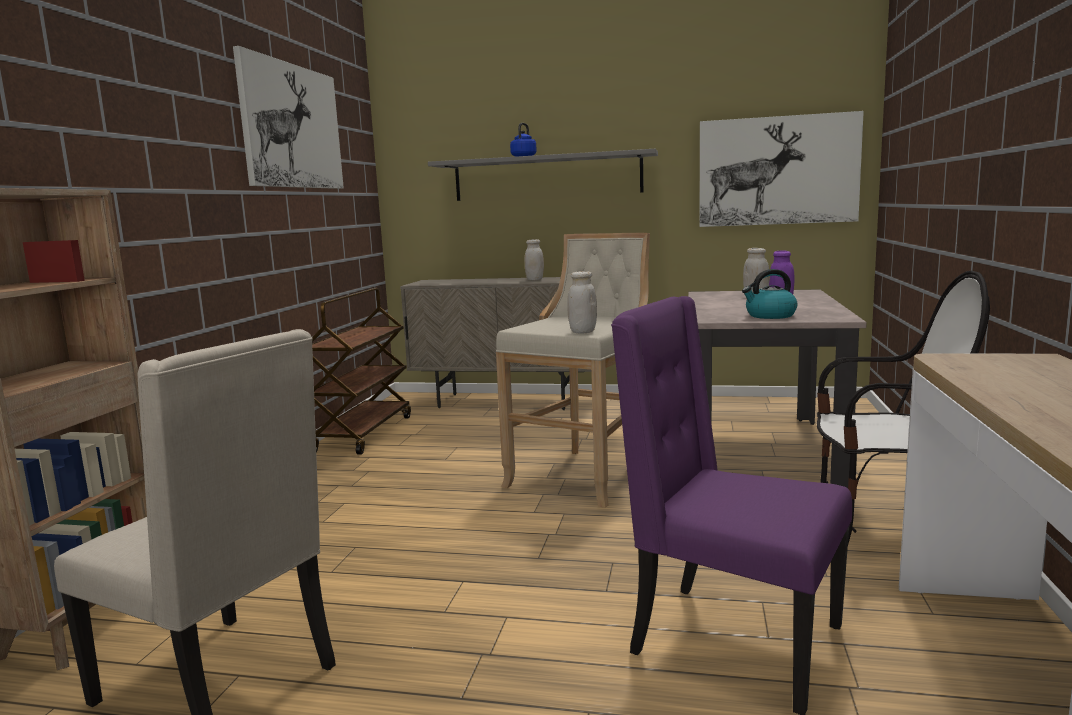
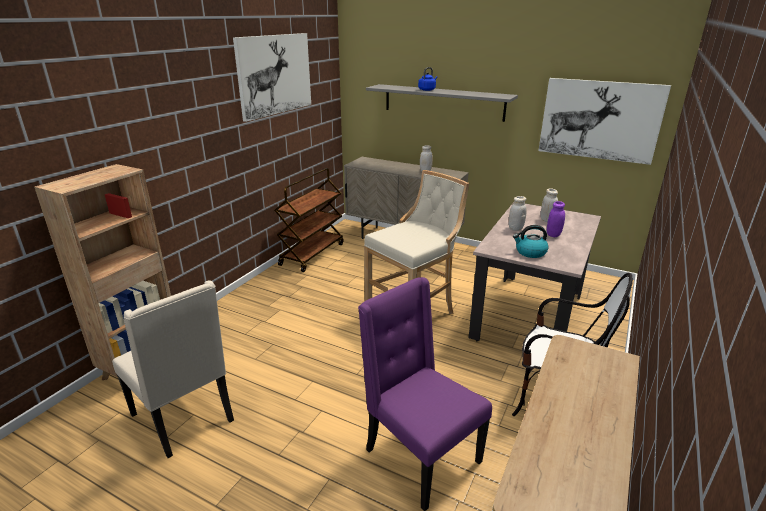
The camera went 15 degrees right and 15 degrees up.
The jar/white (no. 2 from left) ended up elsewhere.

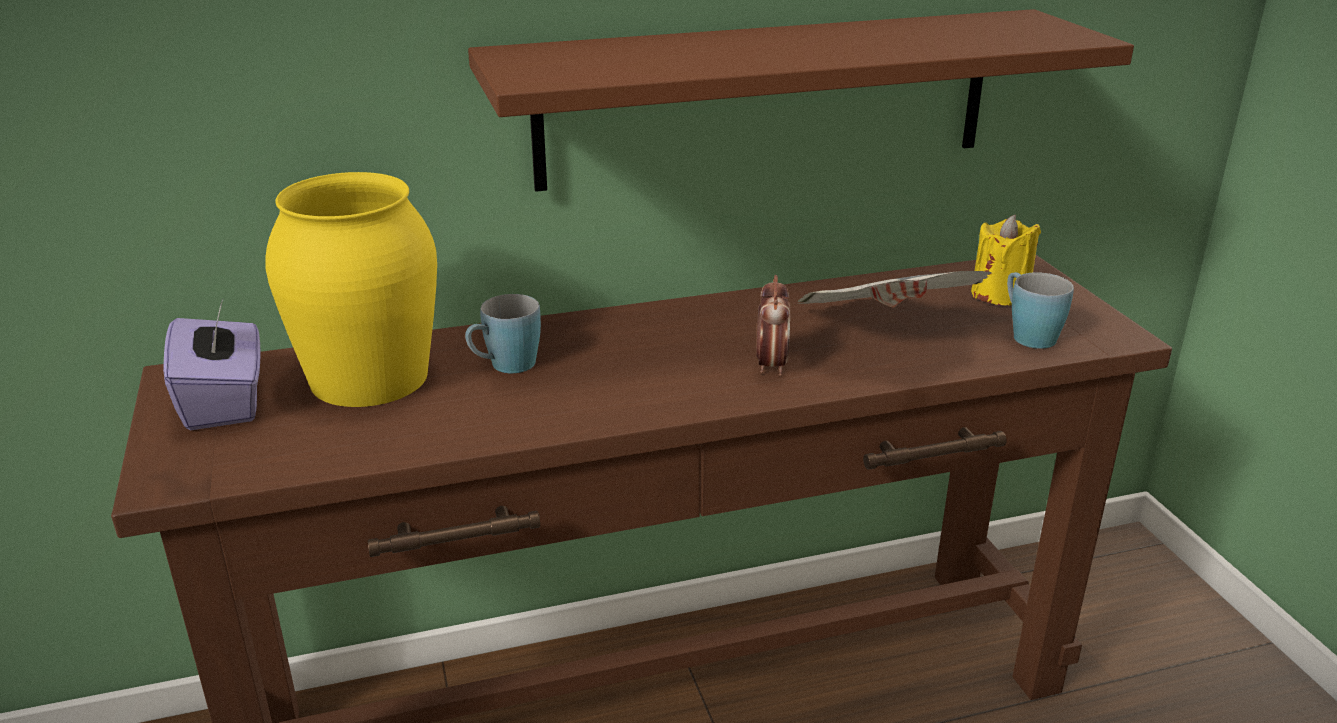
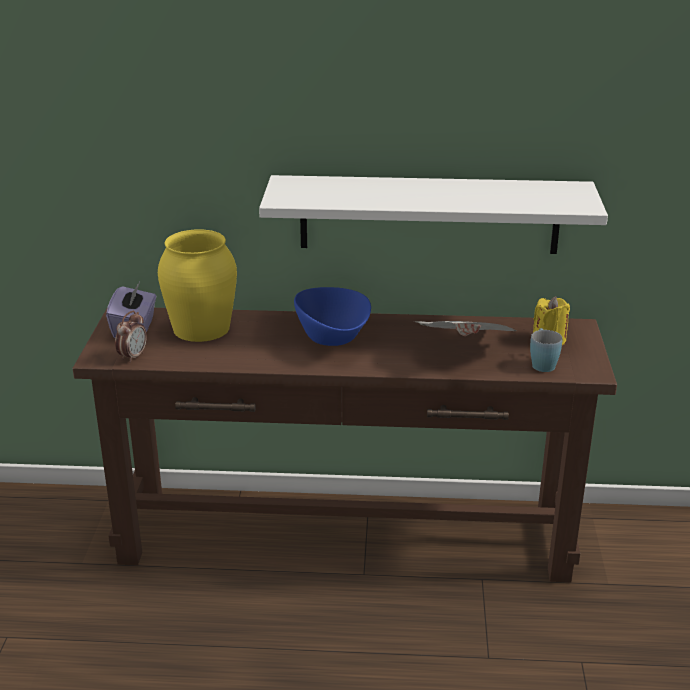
The camera went 20 degrees right and 0 degrees up.
The alarm clock ended up elsewhere.
What was the shelf/brown turned into the shelf/white.
The second view gained the bowl/blue.
The second view lost the mug/blue (no. 1 from left).

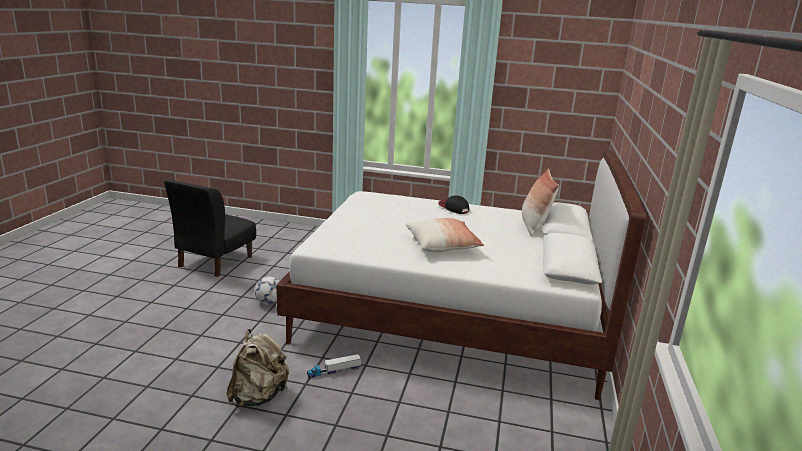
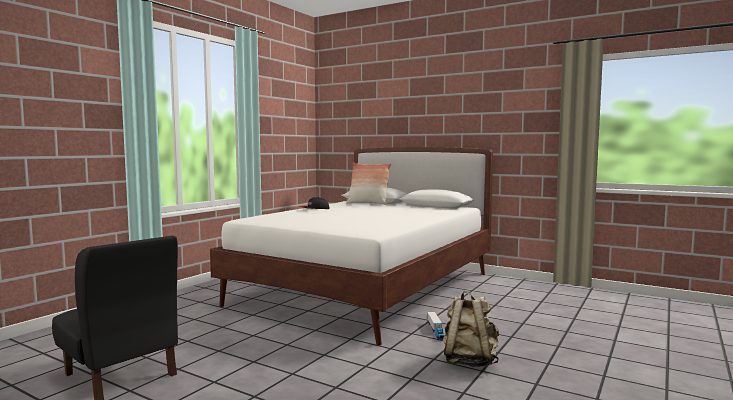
The camera went 70 degrees left and 15 degrees down.
The second view lost the football.
The second view lost the pillow (no. 1 from left).

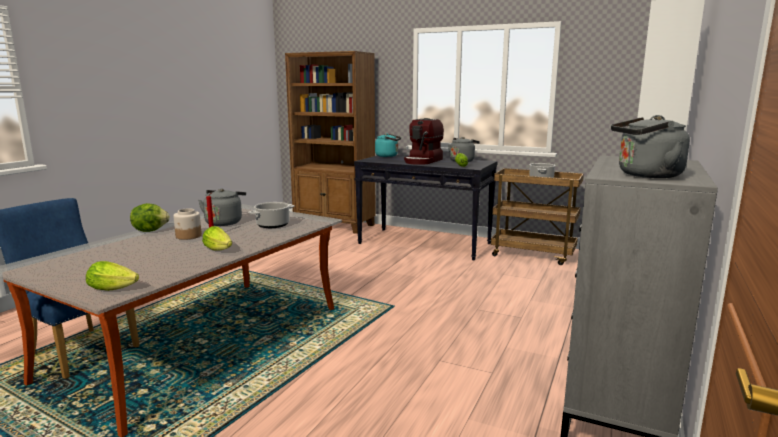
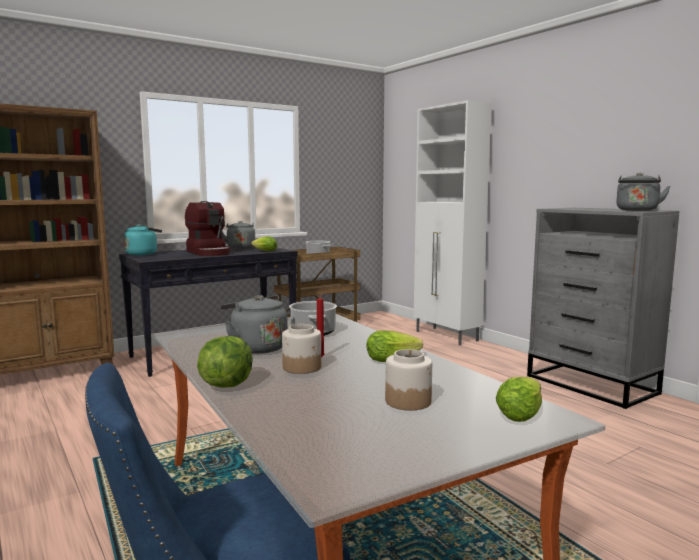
The camera went 60 degrees left and 5 degrees down.
The second view gained the jar (no. 2 from left).

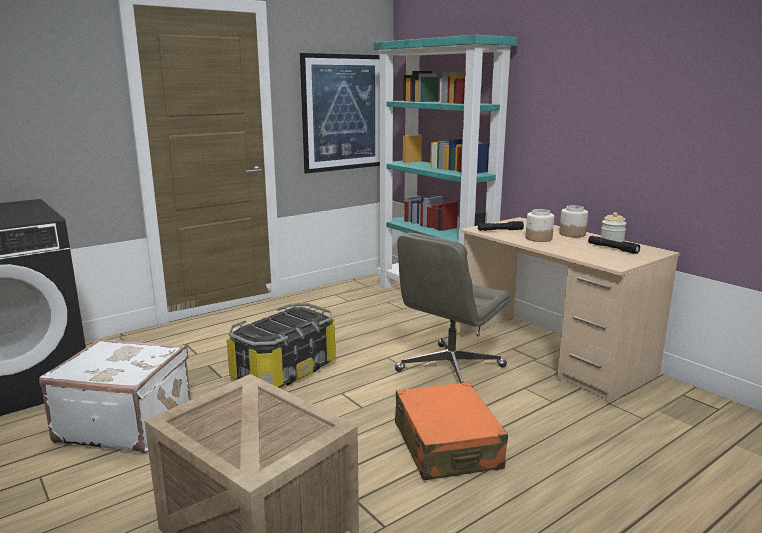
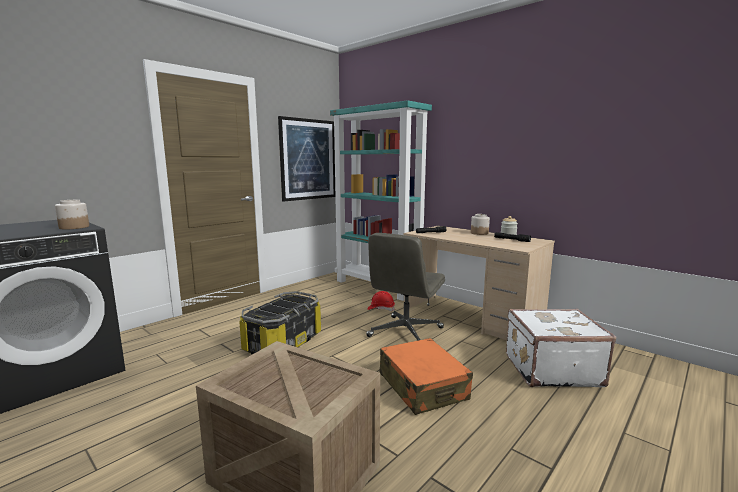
The camera went 10 degrees left and 5 degrees down.
The jar (no. 1 from left) ended up elsewhere.
The second view gained the hard hat/red.
The suitcase/white ended up elsewhere.

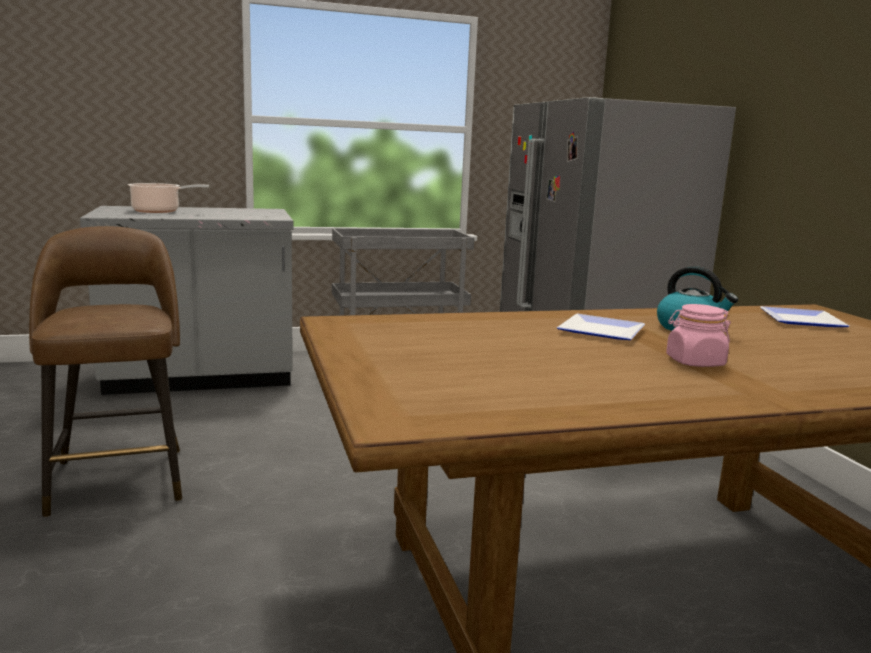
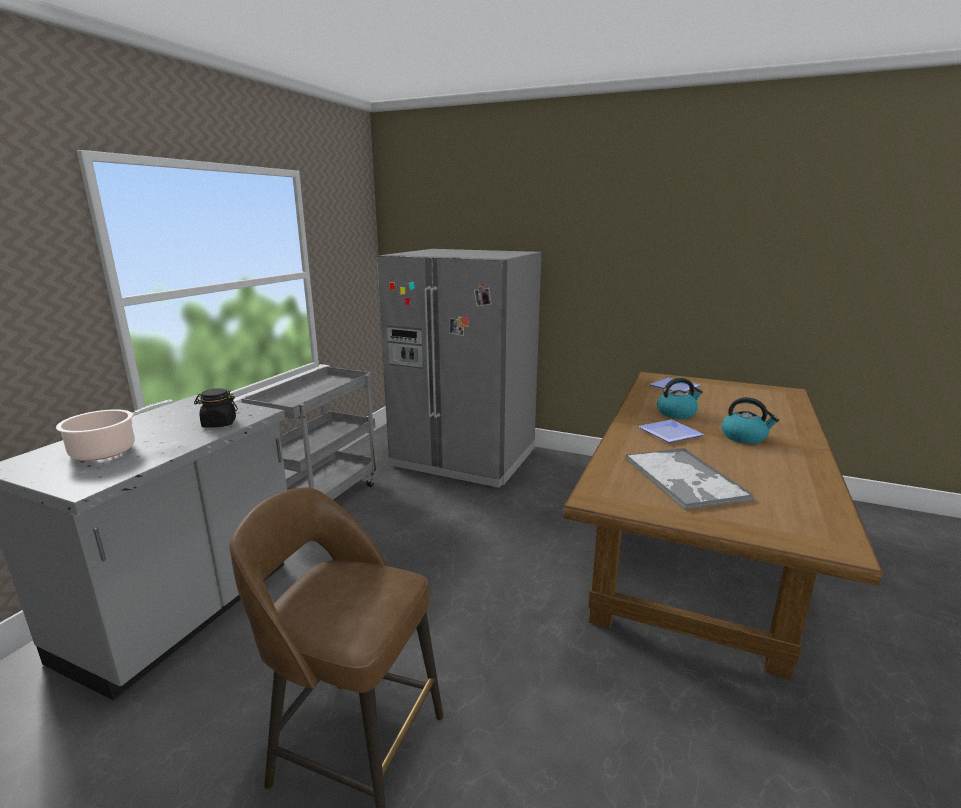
The camera went 50 degrees left and 5 degrees up.
The second view gained the jar/black.
The second view gained the tray.
Where the jar/pink stood, the kettle (no. 2 from left) came to stand.

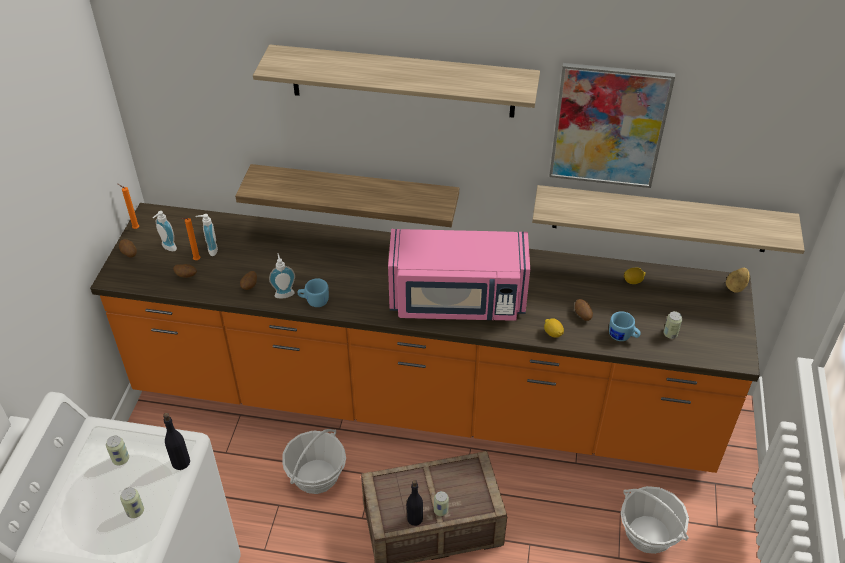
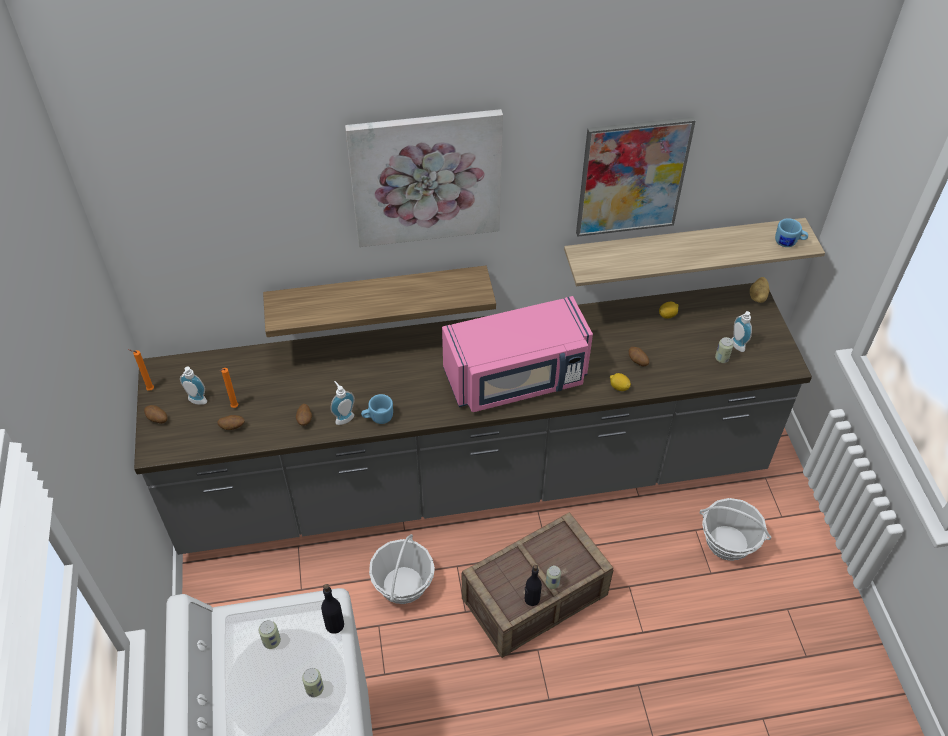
The camera went 20 degrees left and 5 degrees up.
What was the counter/orange turned into the counter/grey.
Where the shelf (no. 2 from left) hung, the picture (no. 1 from left) came to hang.
The soap dispenser (no. 2 from left in the first image) ended up elsewhere.
The mug/blue (no. 2 from left) ended up elsewhere.

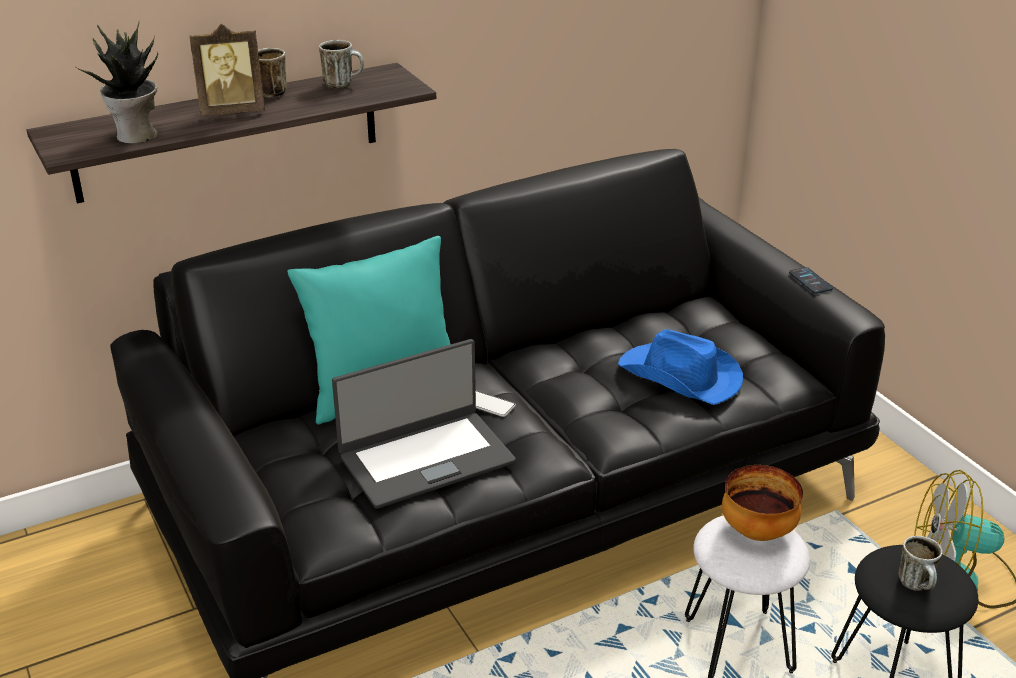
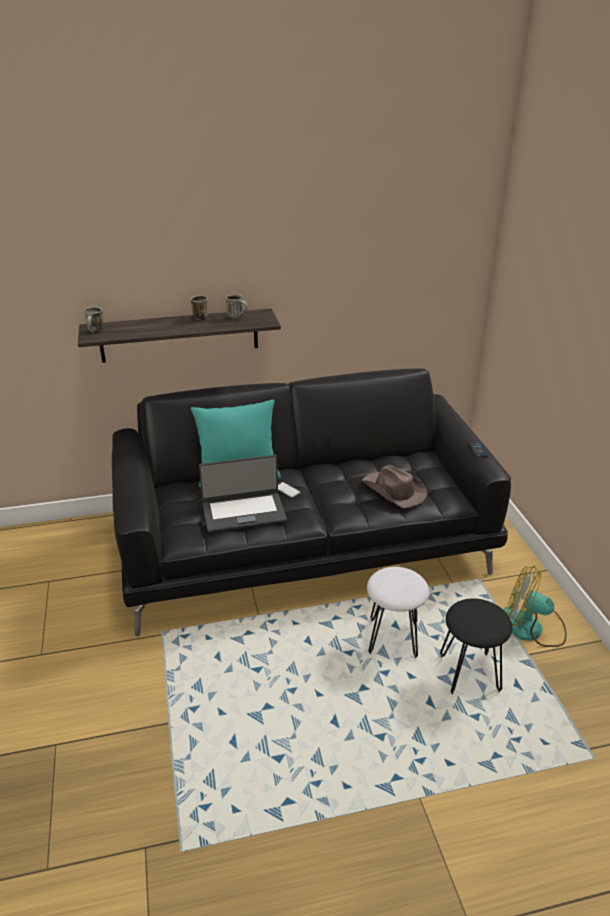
The camera went 15 degrees right and 0 degrees up.
The mug (no. 3 from left in the first image) ended up elsewhere.
What was the hat/blue turned into the hat/brown.
The second view lost the potted plant.
The second view lost the picture frame.
The second view lost the bowl.

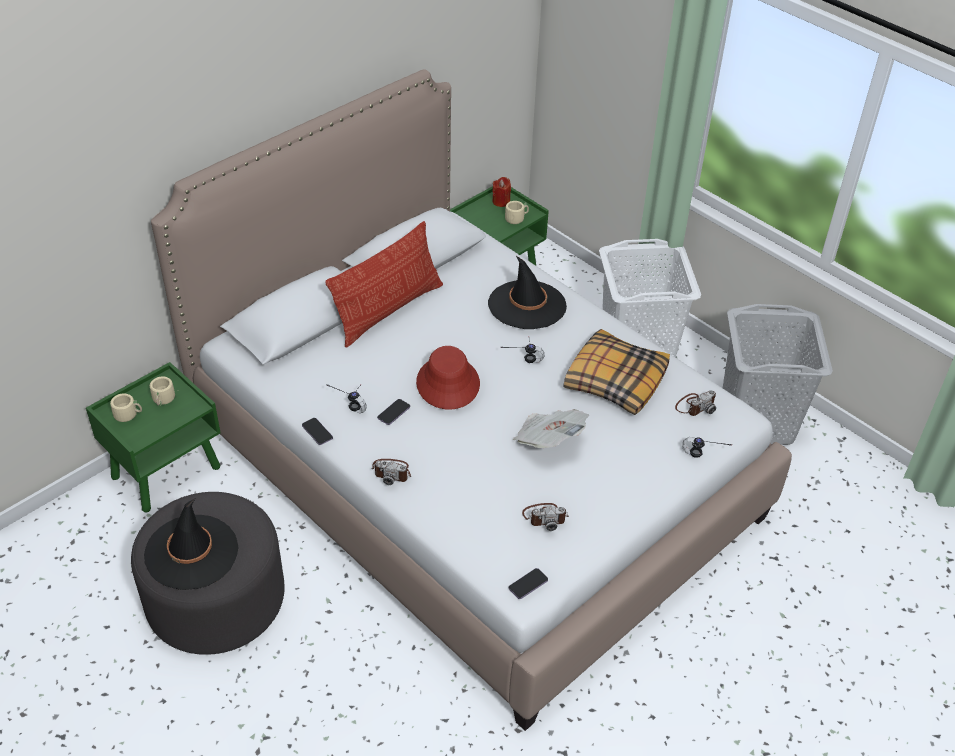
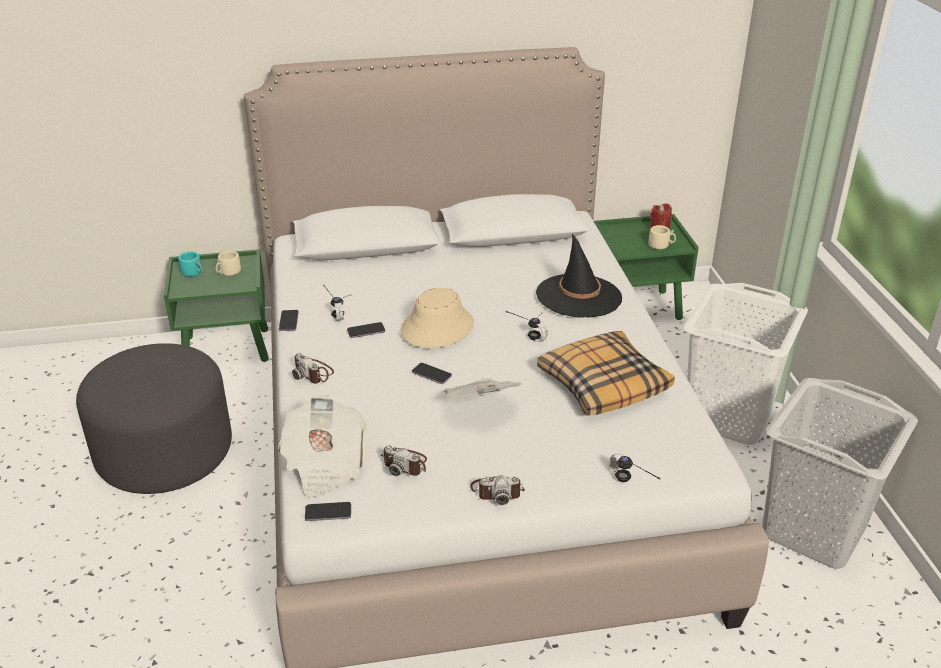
The camera went 35 degrees right and 10 degrees down.
What was the mug/beige (no. 1 from left) turned into the mug/turquoise.
The second view gained the newspaper (no. 1 from left).
What was the hat/red turned into the hat/beige.
The second view gained the phone (no. 4 from left).
The photo camera (no. 3 from left) ended up elsewhere.
The second view lost the hat/black (no. 1 from left).
The second view lost the pillow (no. 1 from left).

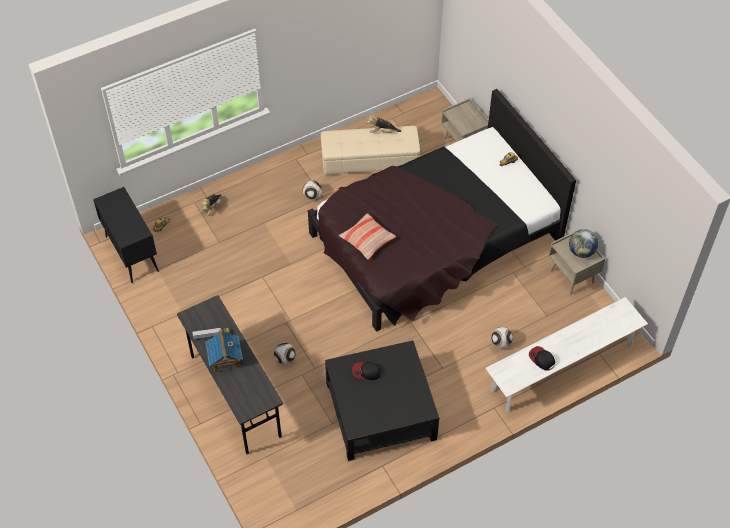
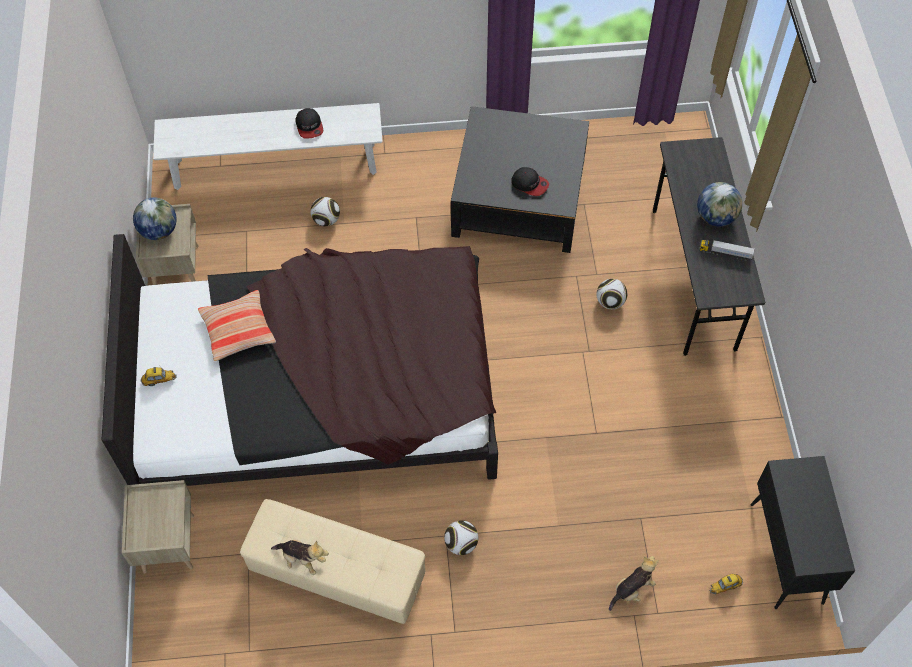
The camera went 155 degrees left and 5 degrees up.
The pillow ended up elsewhere.
Where the toy house stood, the globe (no. 2 from left) came to stand.

